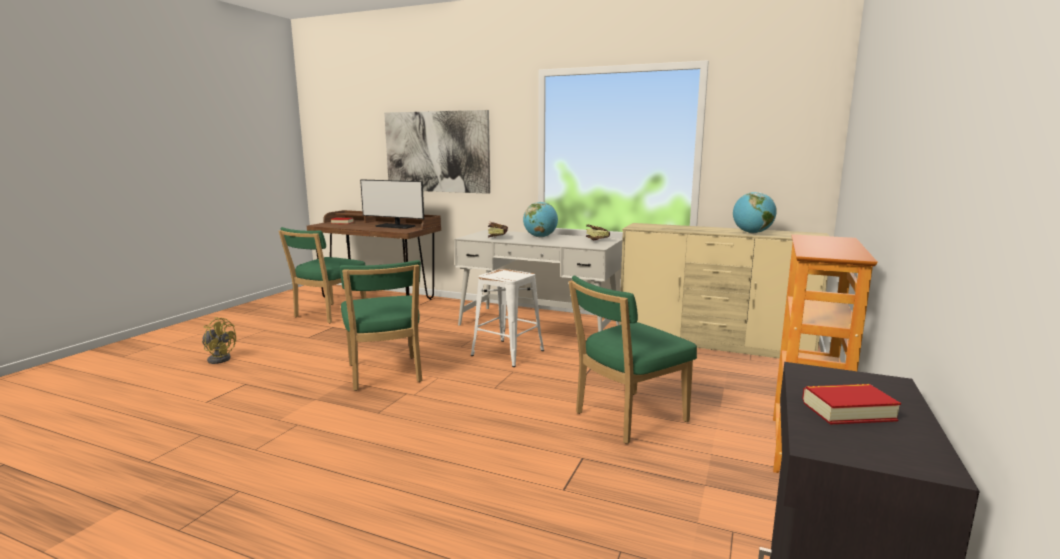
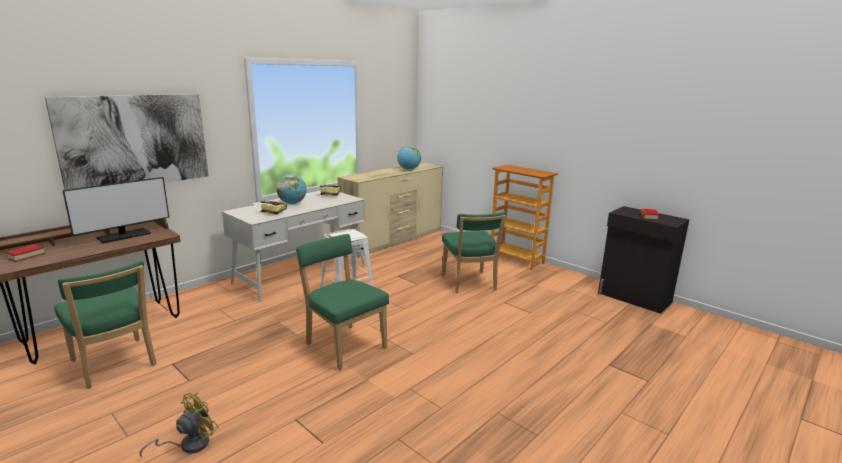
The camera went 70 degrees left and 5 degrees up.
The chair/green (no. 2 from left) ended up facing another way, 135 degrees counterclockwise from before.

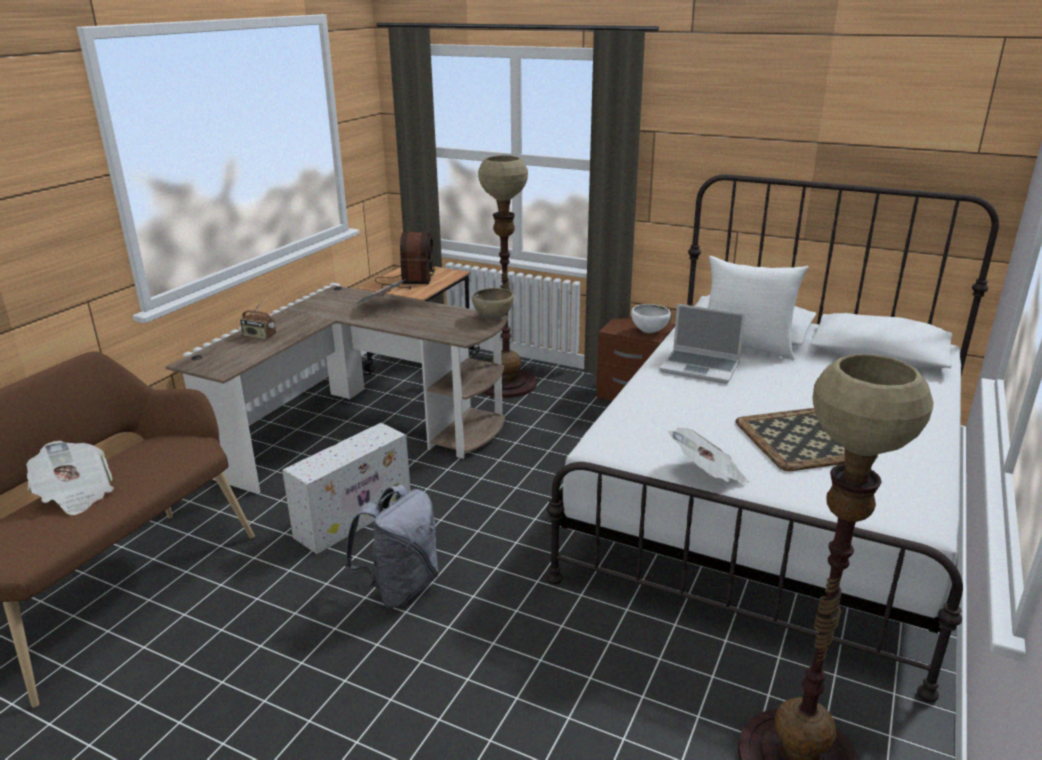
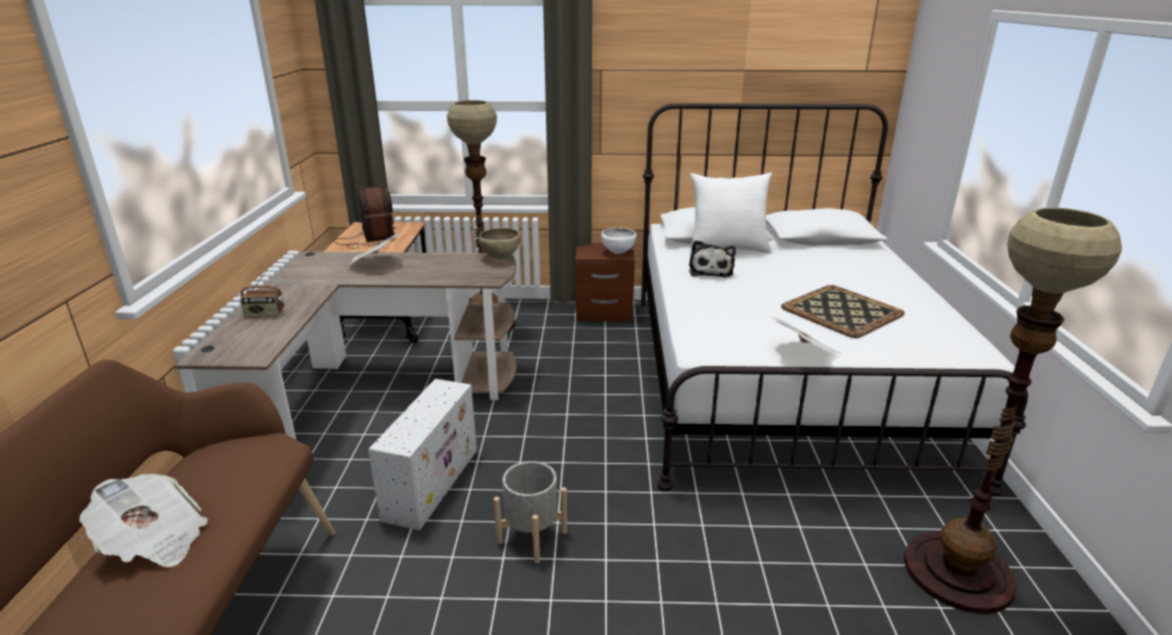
The camera went 25 degrees left and 0 degrees up.
Where the backpack/grey stood, the planter/grey came to stand.
Where the laptop stood, the plush toy came to stand.

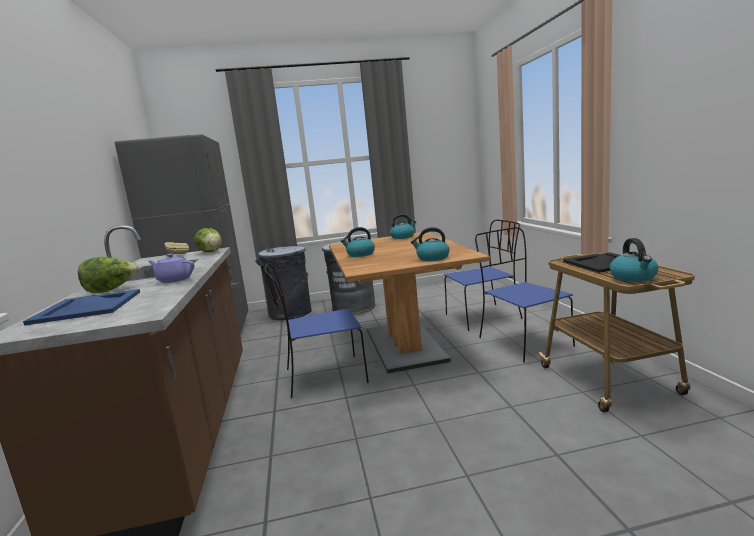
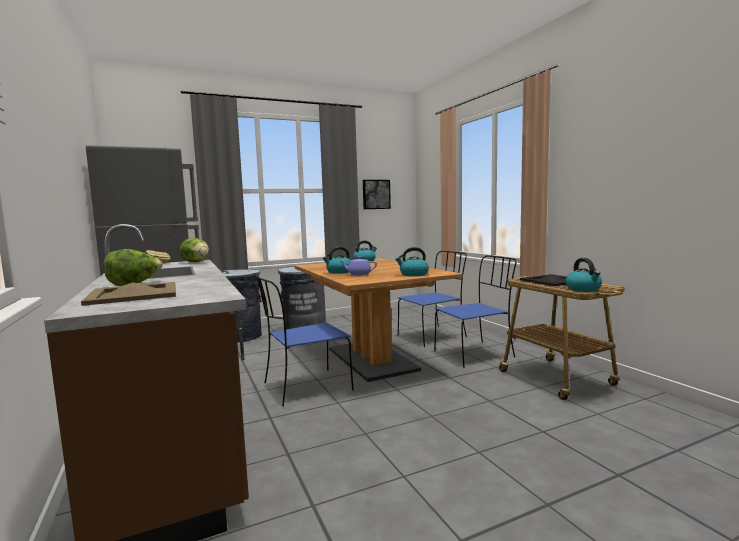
The camera went 15 degrees left and 5 degrees down.
What was the tray/blue turned into the tray/beige.
The teapot/purple ended up elsewhere.
The second view gained the picture.
The chair/blue (no. 3 from left) ended up facing another way, 105 degrees clockwise from before.

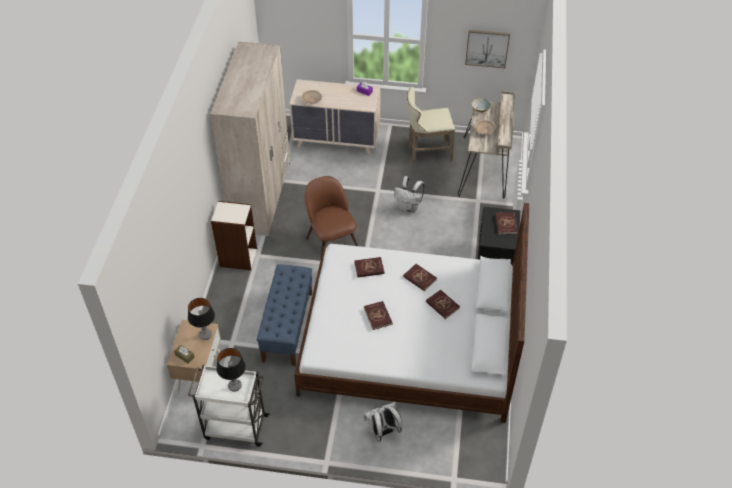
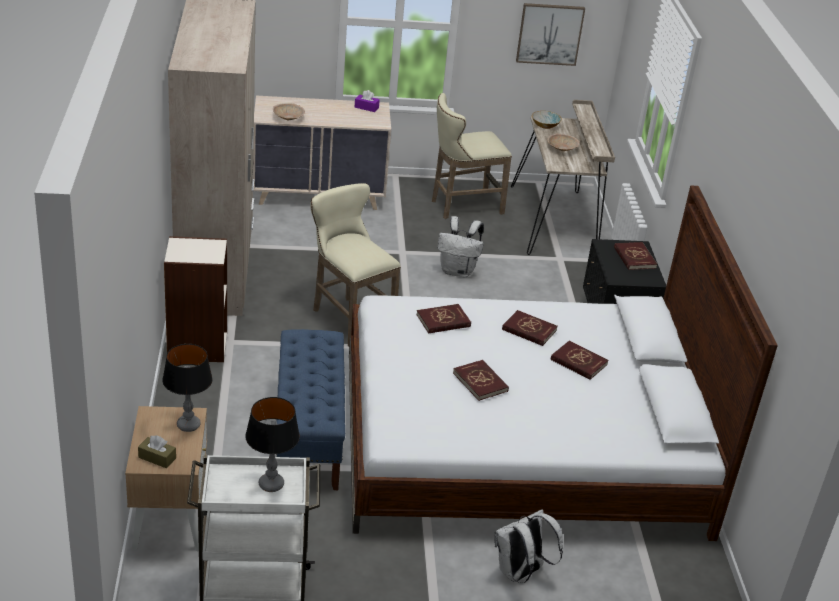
The camera went 15 degrees left and 15 degrees down.
Where the chair/brown stood, the stool/beige (no. 1 from left) came to stand.

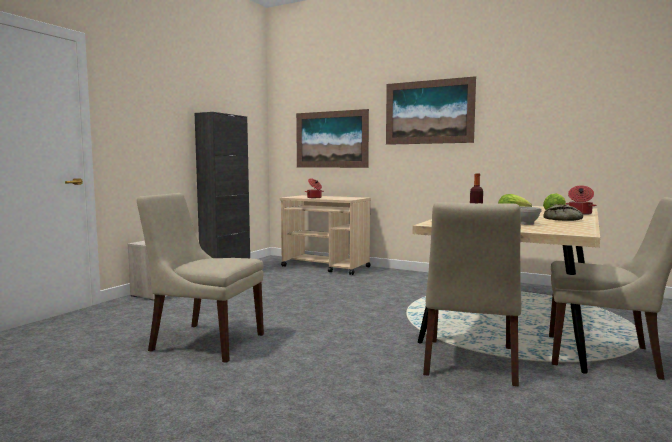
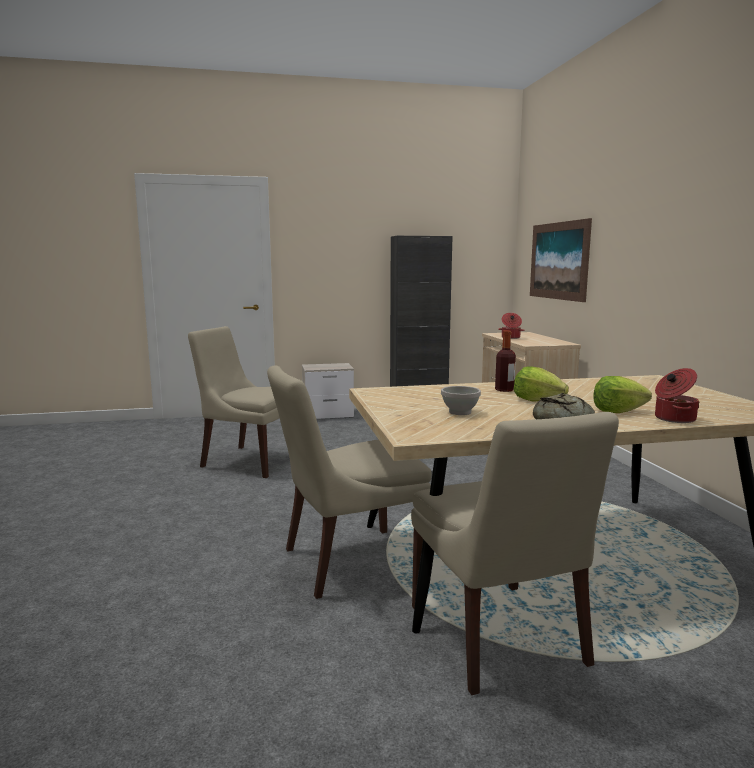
The camera went 50 degrees right and 5 degrees up.
The chair/beige (no. 1 from left) ended up facing another way, 45 degrees counterclockwise from before.
The second view lost the picture (no. 2 from left).

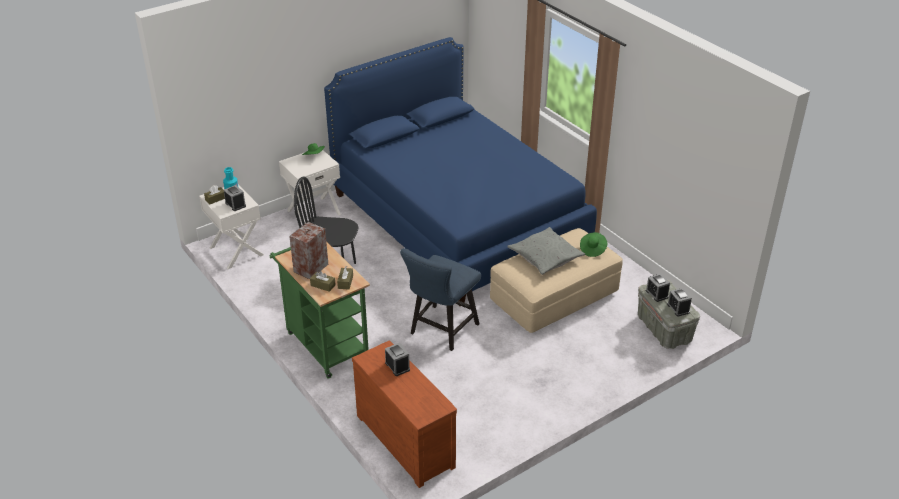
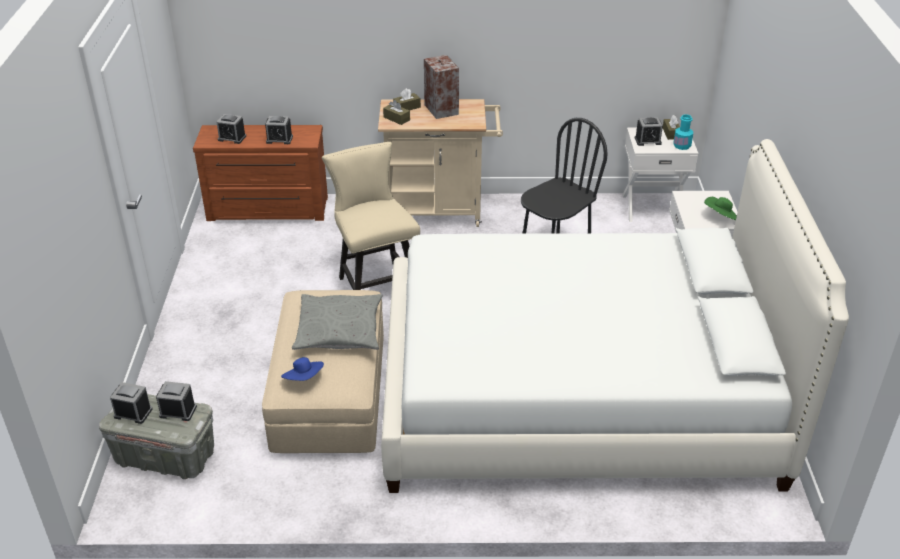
The camera went 125 degrees right and 0 degrees up.
The second view gained the alarm clock (no. 3 from left).
What was the hat/green (no. 2 from left) turned into the hat/blue.
What was the chair/blue turned into the chair/beige.
What was the cart/green turned into the cart/beige.
What was the bed/blue turned into the bed/white.

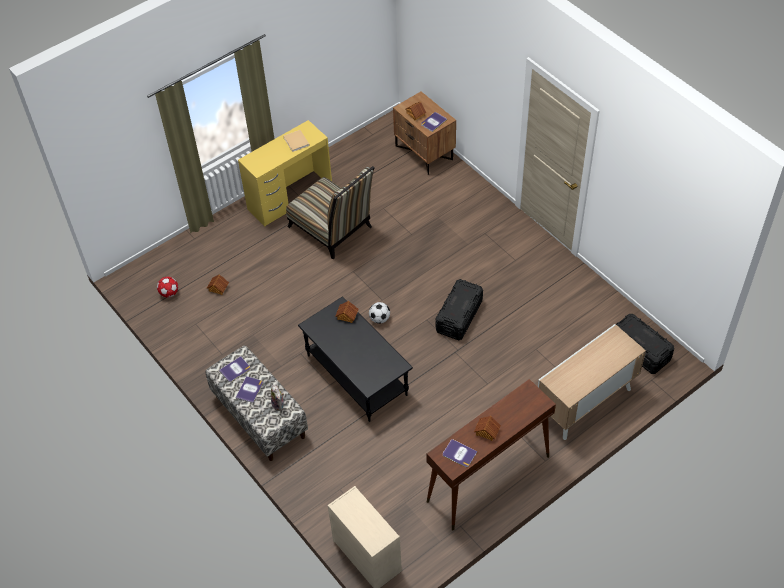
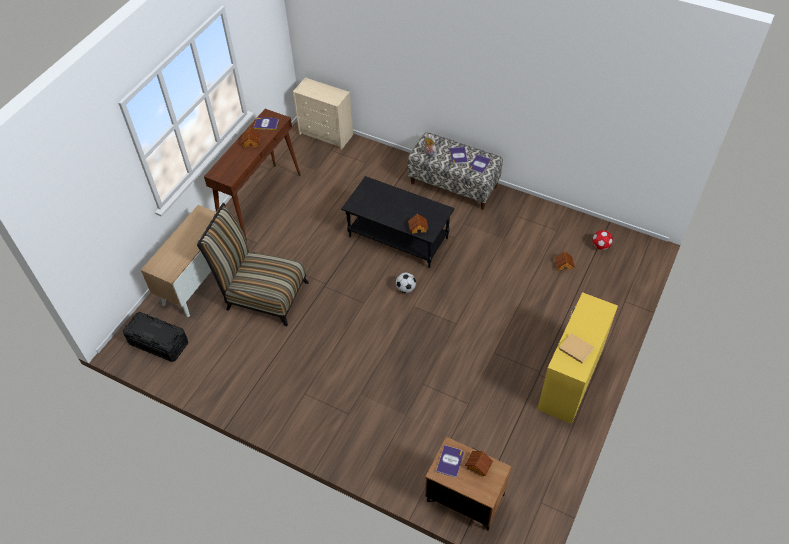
The camera went 155 degrees right and 0 degrees up.
The chair ended up elsewhere.
The second view lost the storage box/black (no. 1 from left).

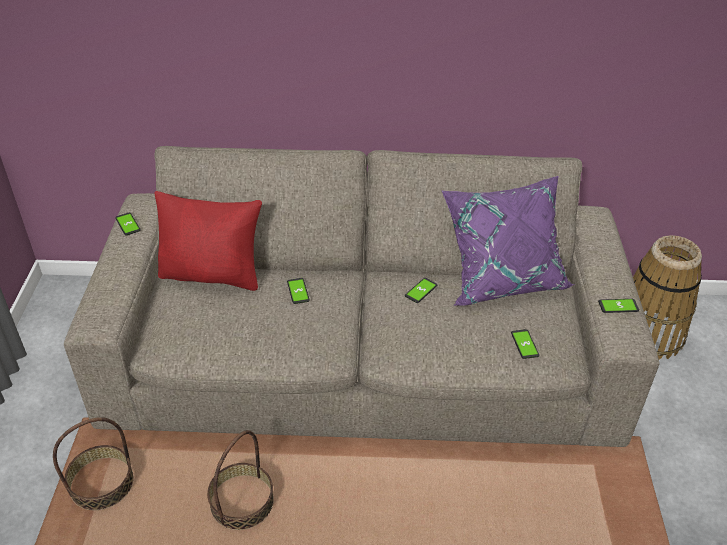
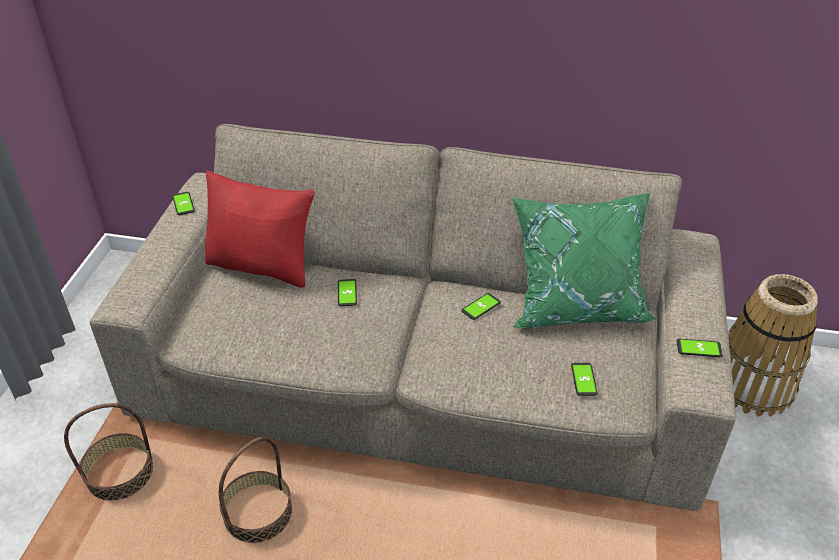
The camera went 10 degrees right and 0 degrees up.
What was the pillow/purple turned into the pillow/green.

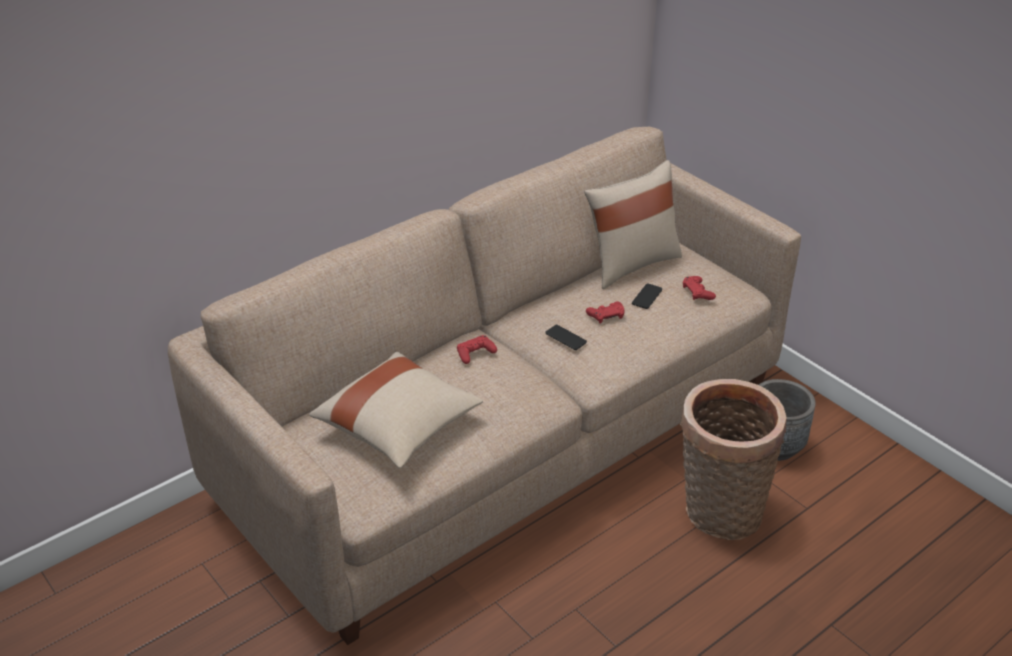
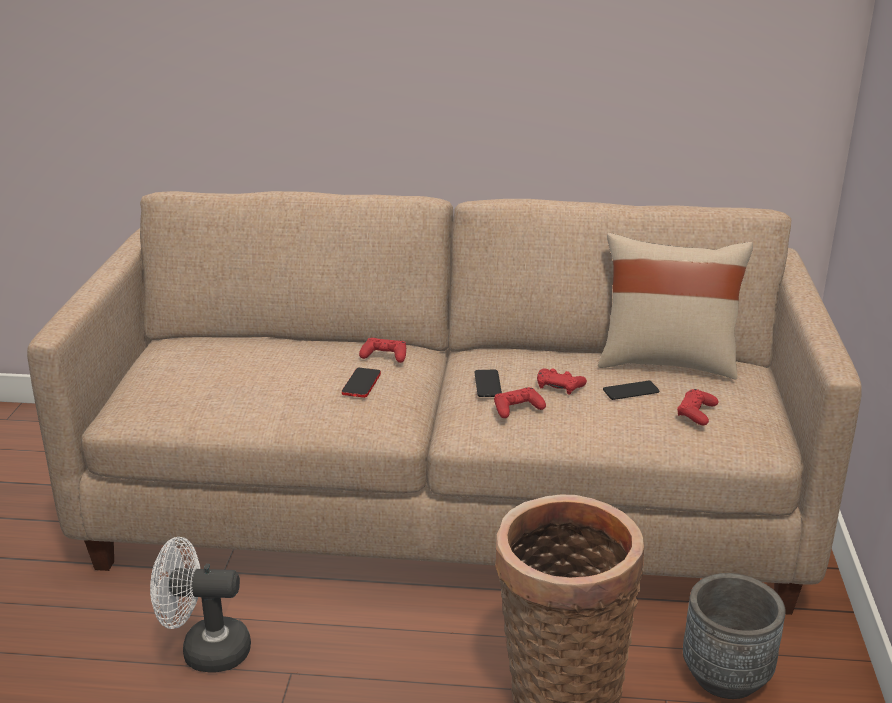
The camera went 45 degrees right and 10 degrees down.
The second view gained the fan/white.
The second view gained the phone (no. 1 from left).
The second view gained the game controller/red (no. 2 from left).
The second view lost the pillow/beige (no. 1 from left).

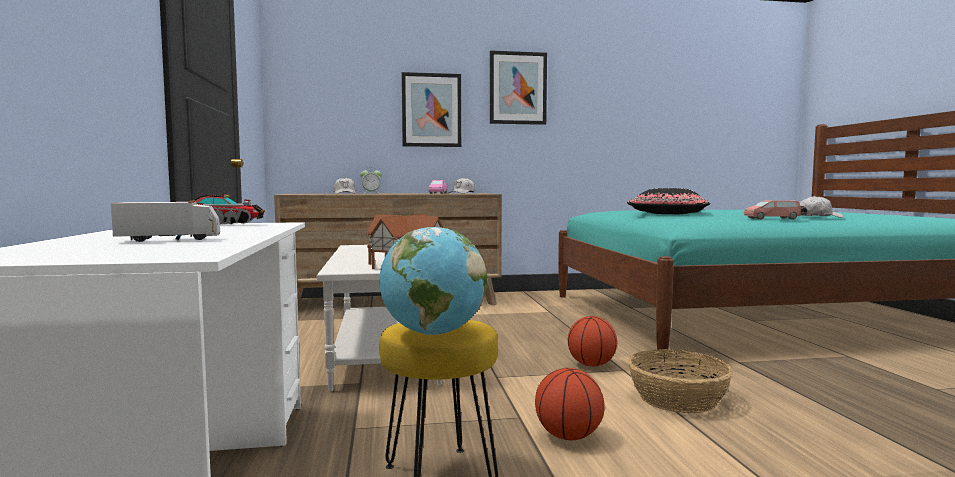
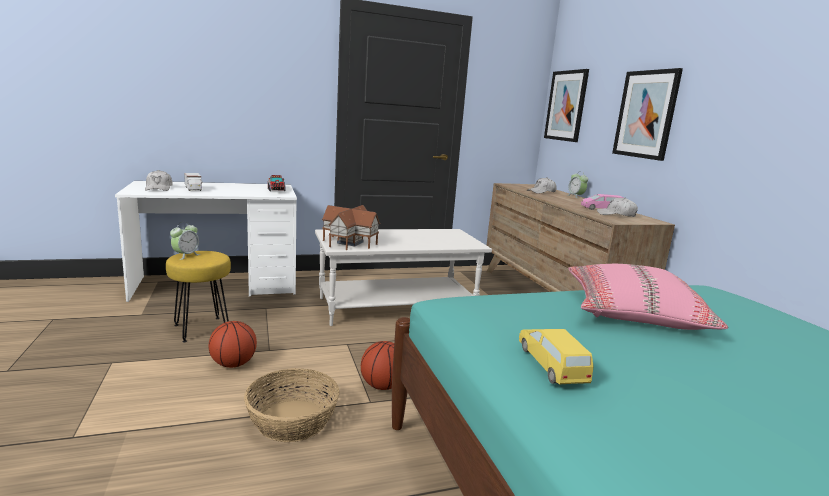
The camera went 80 degrees right and 10 degrees up.
The cap/white (no. 3 from left in the first image) ended up elsewhere.
Where the globe stood, the alarm clock (no. 1 from left) came to stand.
What was the toy car/pink (no. 2 from left) turned into the toy car/yellow.
The picture (no. 2 from left in the first image) ended up elsewhere.
What was the pillow/black turned into the pillow/pink.

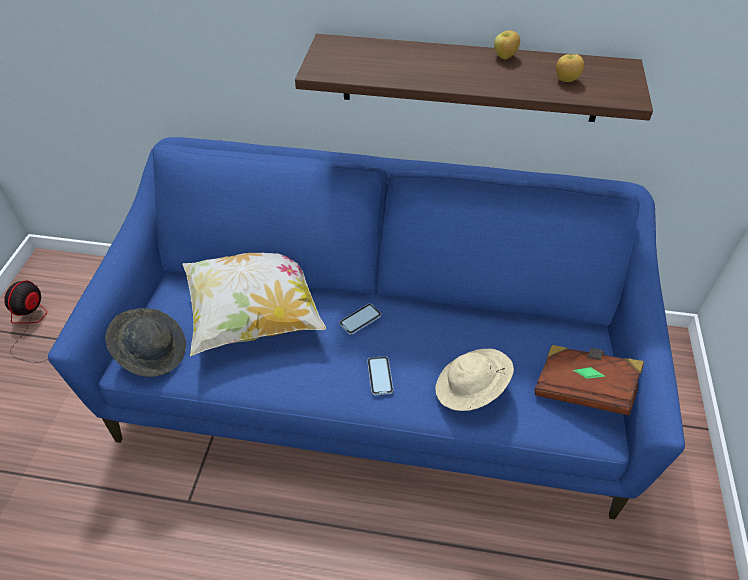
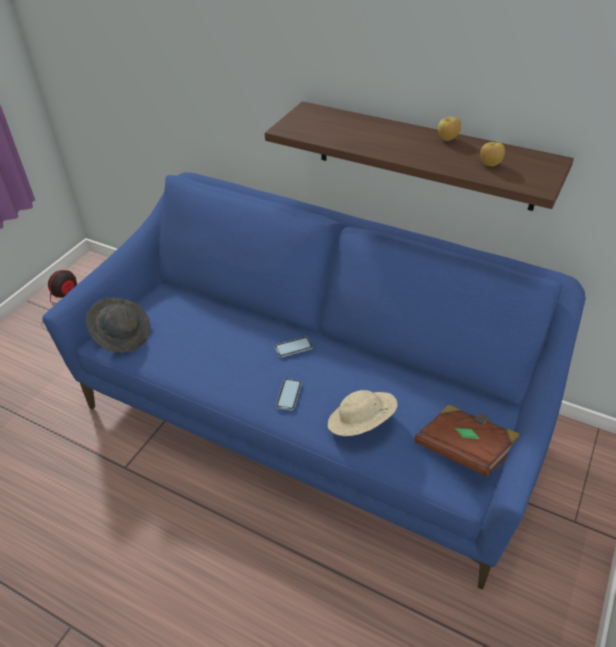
The camera went 20 degrees right and 5 degrees down.
The second view lost the pillow.

